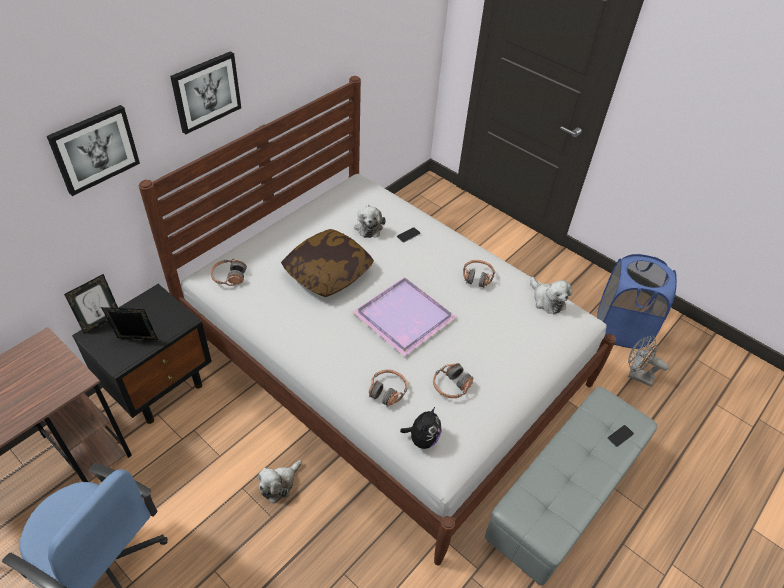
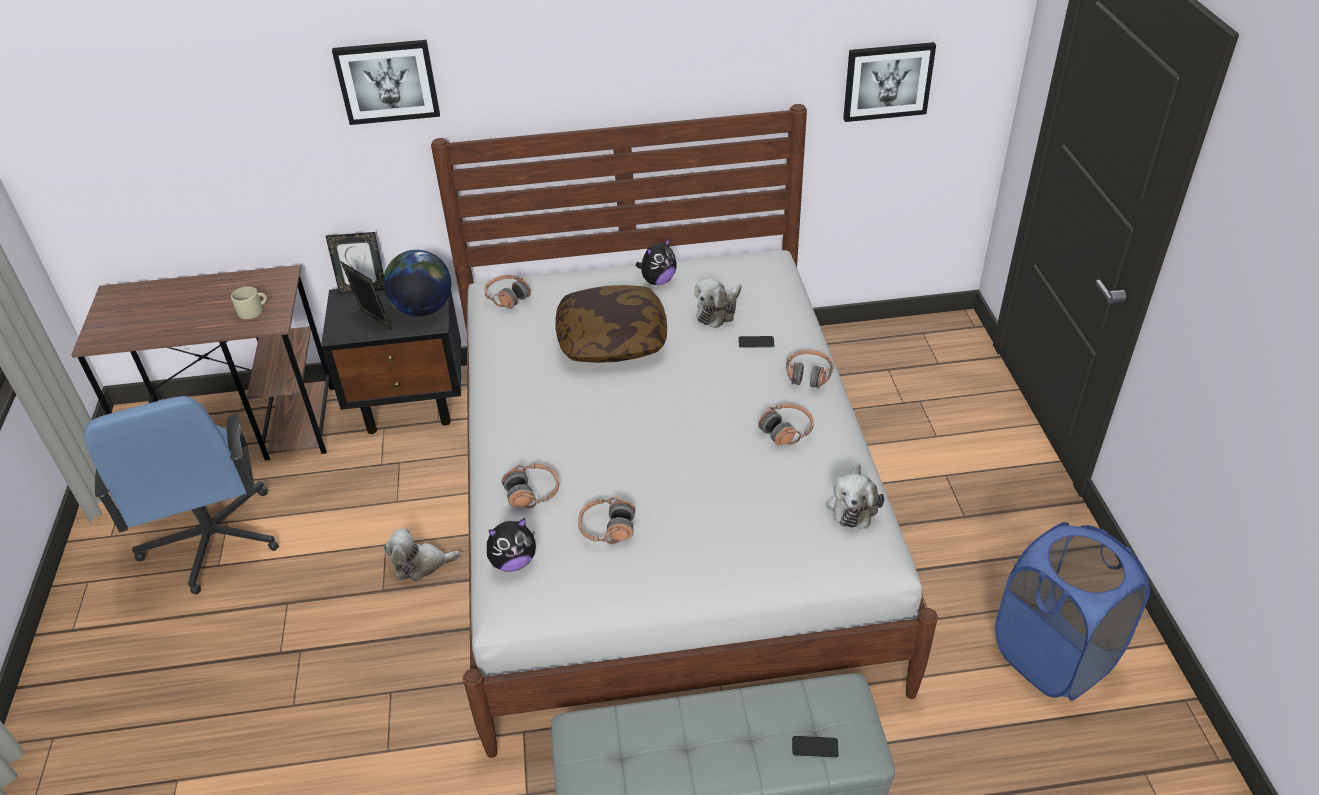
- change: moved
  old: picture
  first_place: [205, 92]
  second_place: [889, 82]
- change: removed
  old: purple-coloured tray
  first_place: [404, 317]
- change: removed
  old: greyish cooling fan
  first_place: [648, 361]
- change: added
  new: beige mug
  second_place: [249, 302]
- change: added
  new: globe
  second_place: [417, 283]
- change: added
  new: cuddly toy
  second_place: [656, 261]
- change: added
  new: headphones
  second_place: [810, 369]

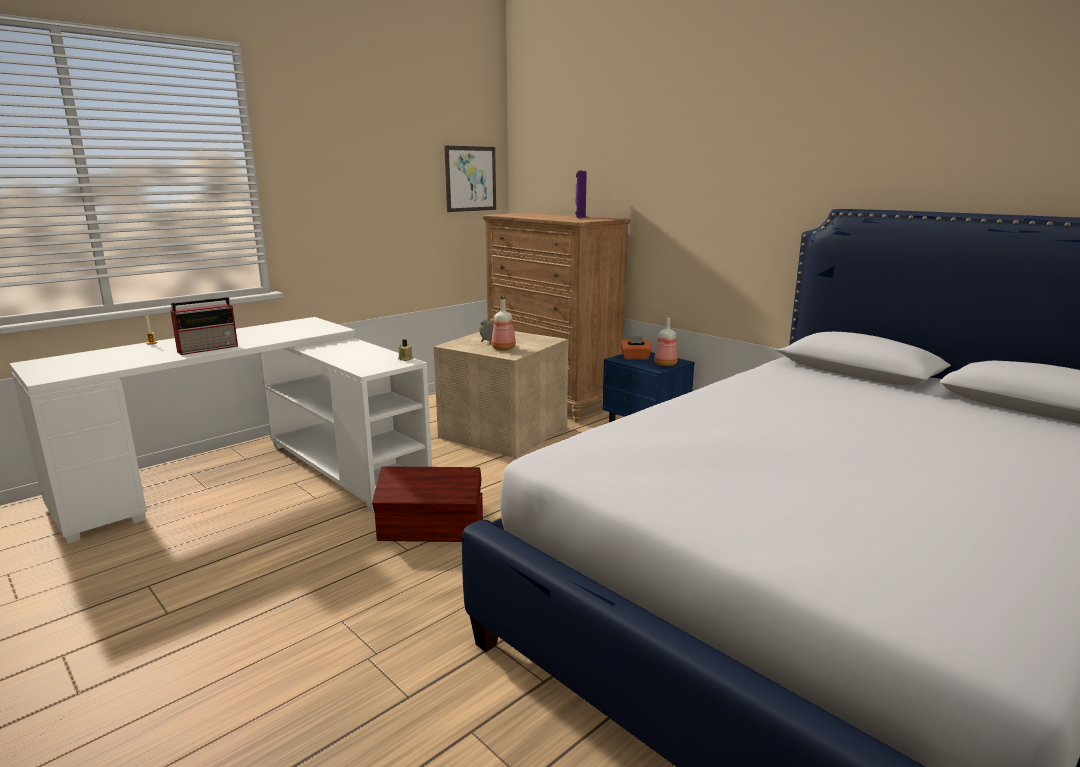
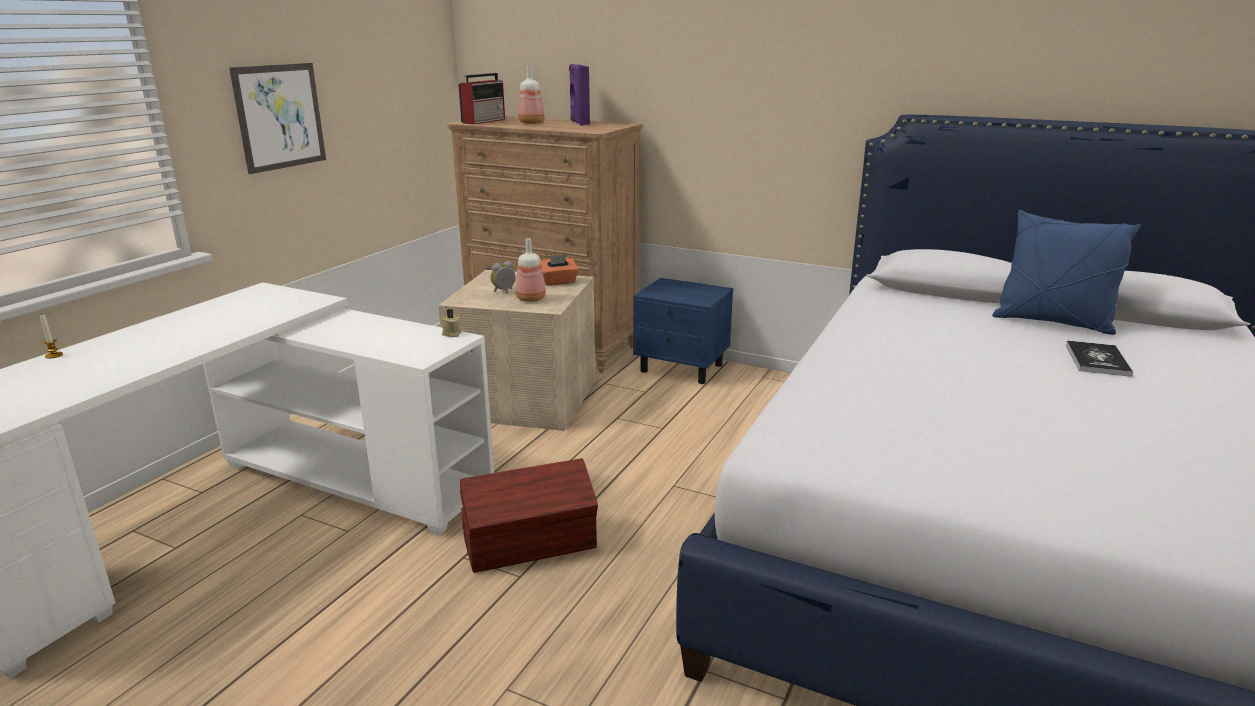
- change: moved
  old: radio set
  first_place: [204, 326]
  second_place: [481, 98]
- change: moved
  old: picture
  first_place: [470, 179]
  second_place: [277, 118]
- change: moved
  old: orange tissue holder
  first_place: [636, 348]
  second_place: [560, 270]
- change: moved
  old: drink bottle
  first_place: [666, 342]
  second_place: [531, 95]
- change: added
  new: blue-coloured pillow
  second_place: [1066, 272]
- change: added
  new: bound book
  second_place: [1099, 359]

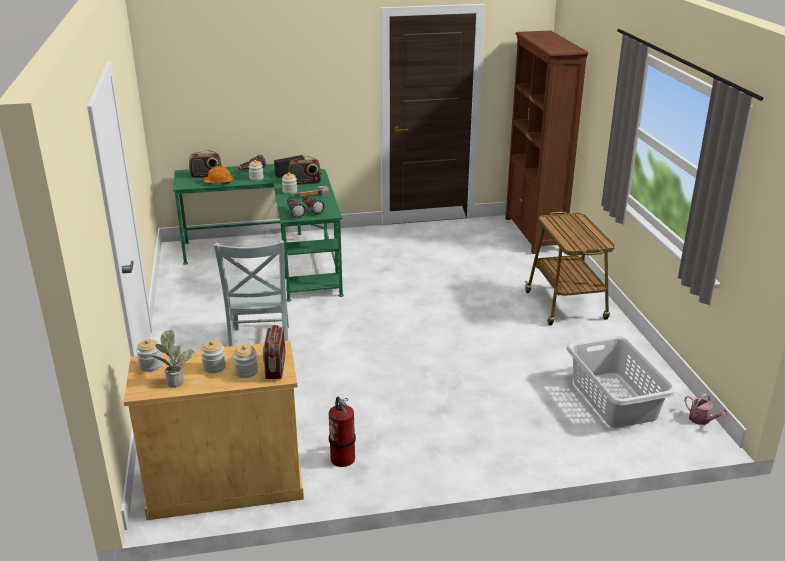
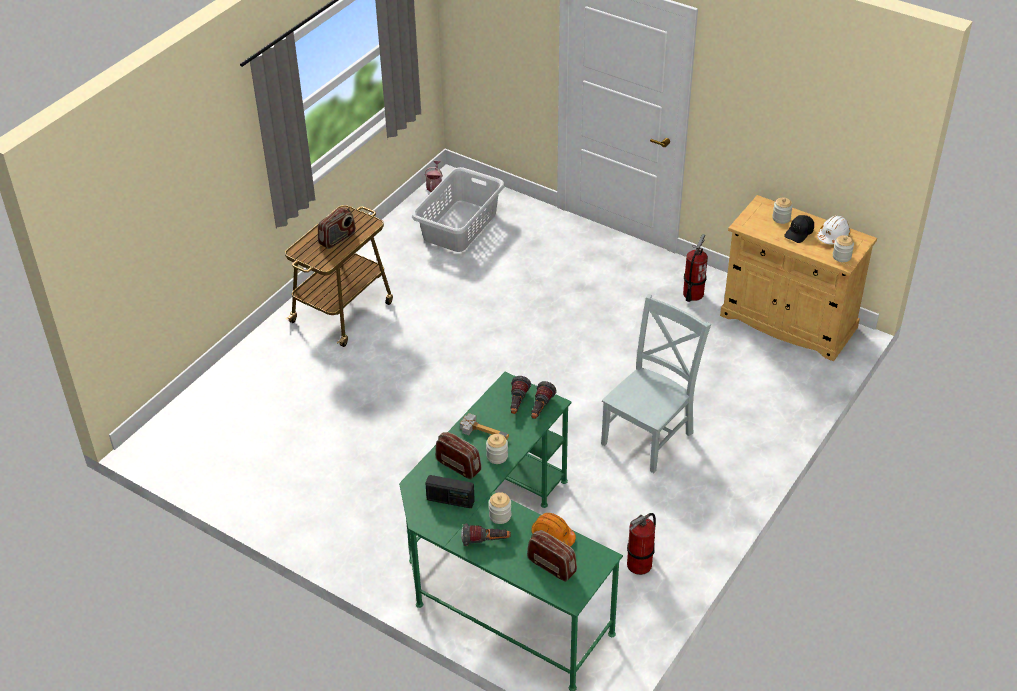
- change: replaced
  old: houseplant
  new: whitish safety helmet
  first_place: [172, 359]
  second_place: [834, 229]
- change: replaced
  old: jar
  new: black-coloured cap
  first_place: [213, 356]
  second_place: [799, 229]
- change: moved
  old: radio set
  first_place: [274, 352]
  second_place: [337, 228]
- change: removed
  old: brown-coloured shelving unit
  first_place: [546, 142]
- change: added
  new: fire-fighting cylinder
  second_place: [641, 544]

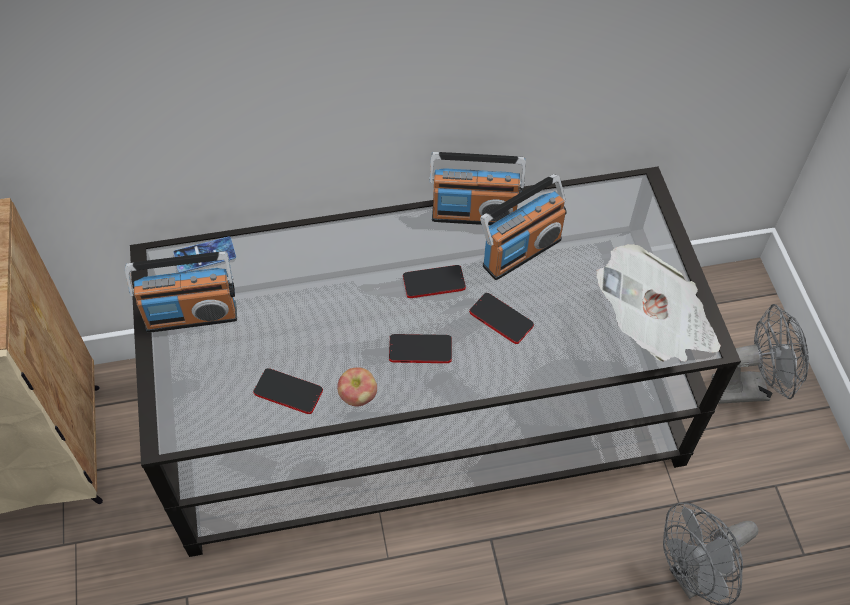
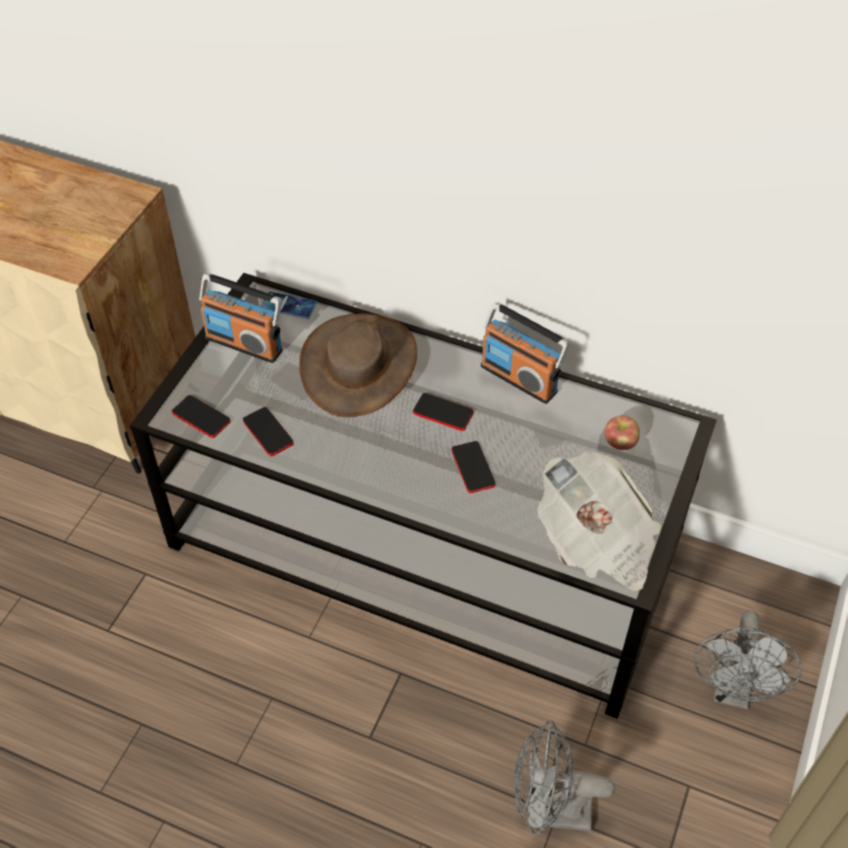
- change: moved
  old: apple fruit
  first_place: [357, 387]
  second_place: [622, 432]
- change: moved
  old: handset
  first_place: [420, 348]
  second_place: [201, 416]
- change: removed
  old: radio set
  first_place: [523, 227]
- change: turned
  old: greyish cooling fan
  first_place: [760, 354]
  second_place: [748, 659]
  degrees: 75
- change: added
  new: brown-coloured clothing hat
  second_place: [358, 365]

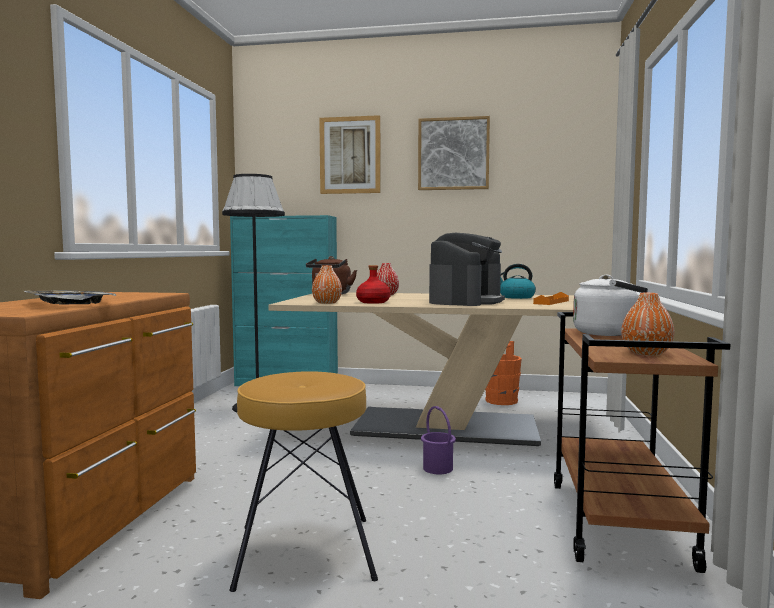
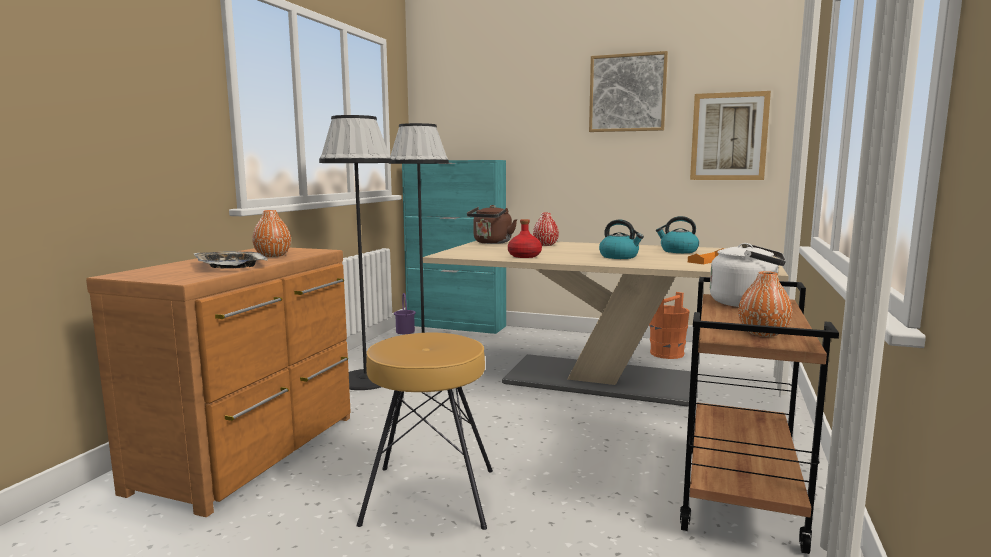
- change: moved
  old: orange vase
  first_place: [327, 284]
  second_place: [271, 233]
- change: moved
  old: picture
  first_place: [349, 154]
  second_place: [730, 135]
- change: moved
  old: purple-coloured bucket
  first_place: [438, 440]
  second_place: [405, 313]
- change: replaced
  old: coffee maker
  new: tea kettle
  first_place: [467, 269]
  second_place: [621, 239]
- change: added
  new: black-coloured standard lamp
  second_place: [355, 252]

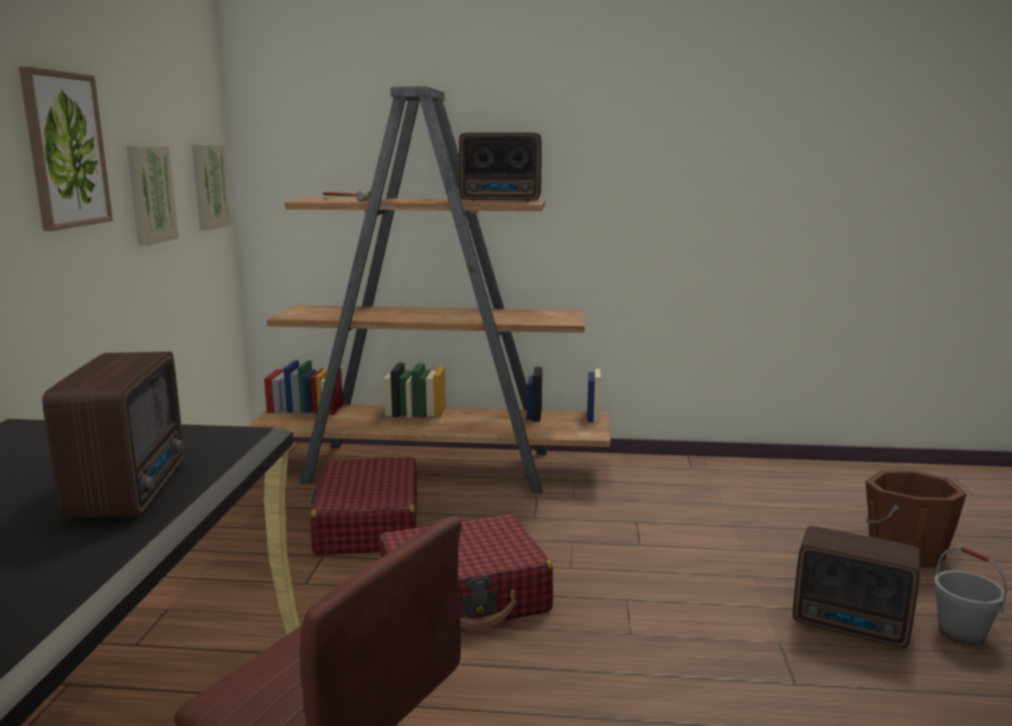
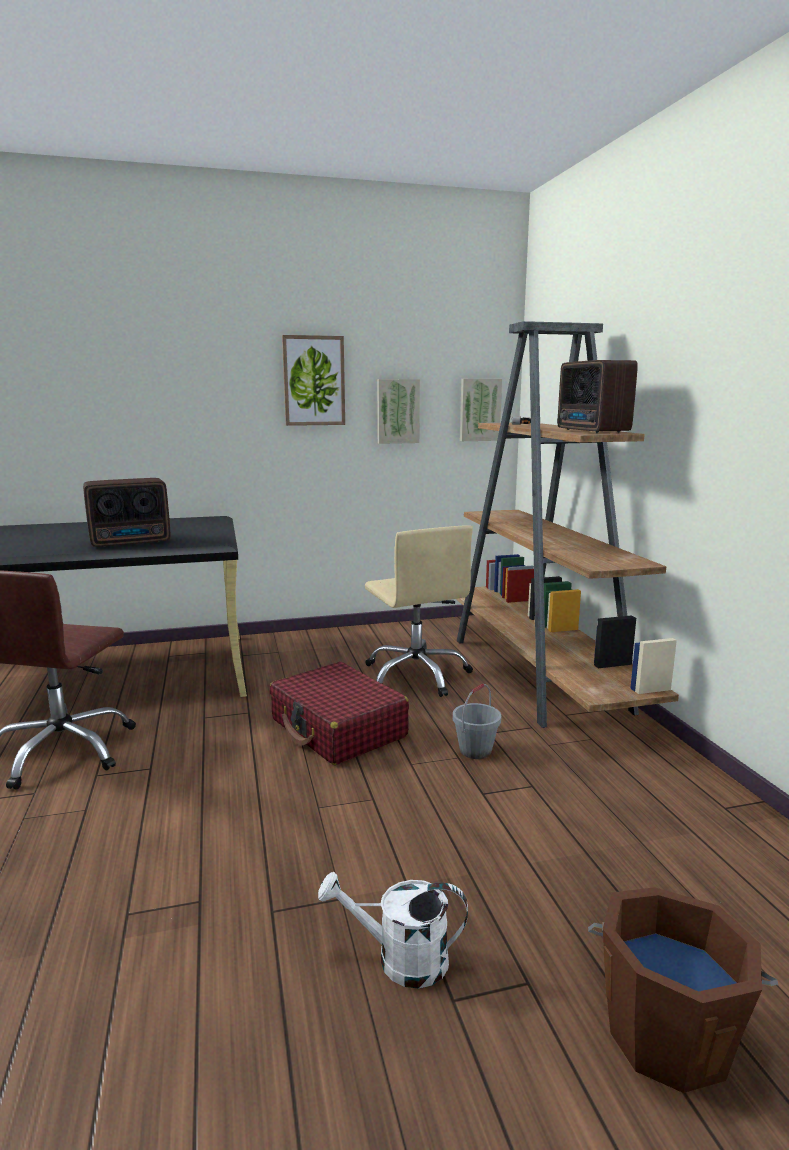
- change: replaced
  old: red suitcase
  new: beige office chair
  first_place: [364, 506]
  second_place: [419, 611]
- change: replaced
  old: radio set
  new: whitish watering can
  first_place: [857, 587]
  second_place: [393, 930]
- change: moved
  old: greyish bucket
  first_place: [970, 596]
  second_place: [476, 721]

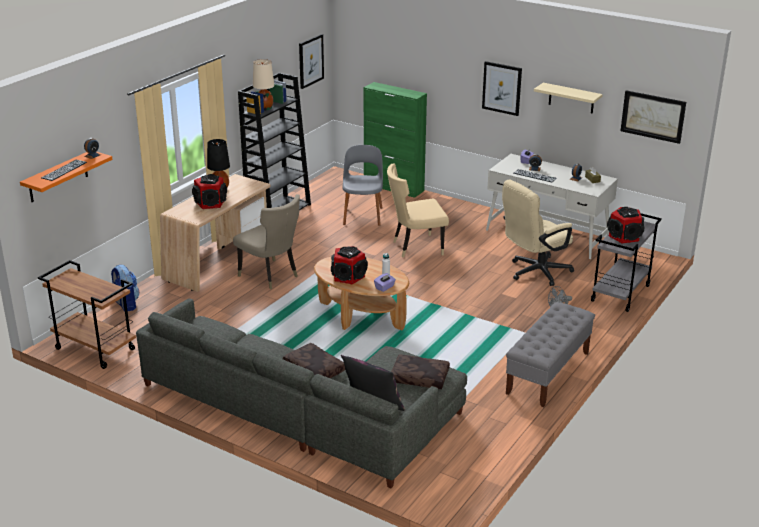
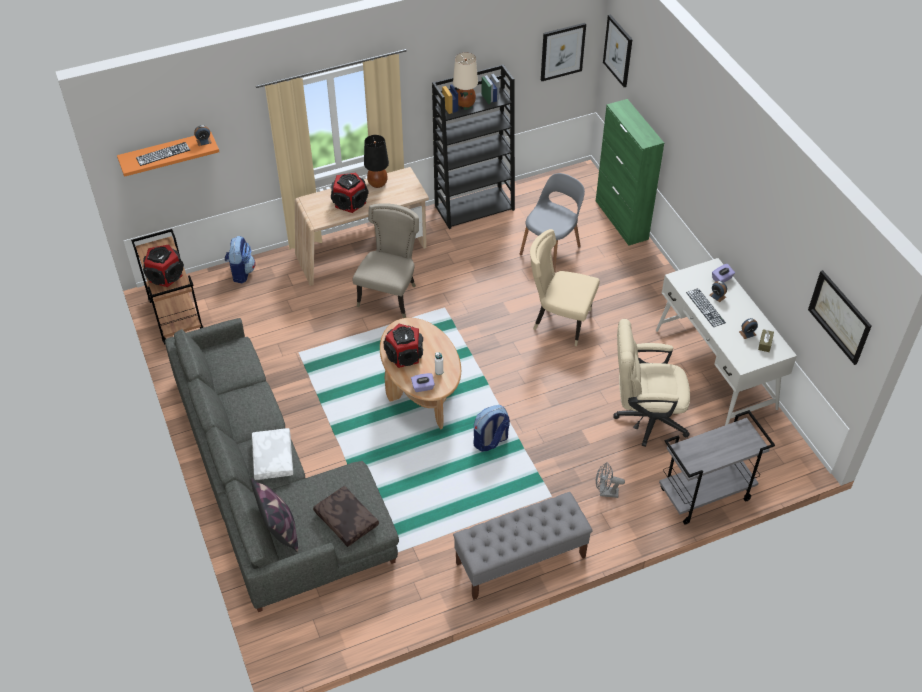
- change: turned
  old: beige chair
  first_place: [266, 241]
  second_place: [386, 260]
  degrees: -150
- change: recoloured
  old: brown-coloured pillow
  new: whitish pillow
  first_place: [314, 360]
  second_place: [272, 454]
- change: moved
  old: picture
  first_place: [502, 88]
  second_place: [618, 50]
- change: removed
  old: beige wall shelf
  first_place: [568, 98]
- change: moved
  old: audio speaker
  first_place: [626, 225]
  second_place: [163, 265]
- change: added
  new: knapsack
  second_place: [491, 428]

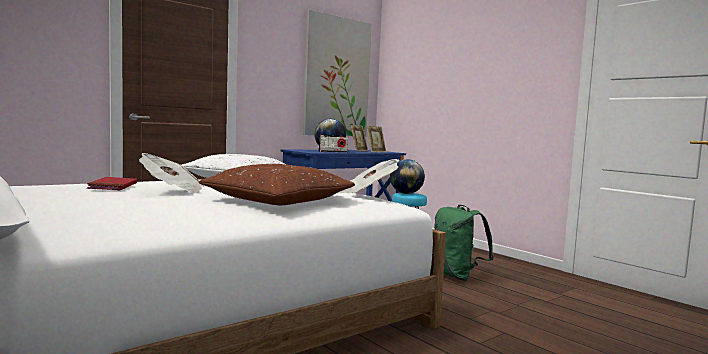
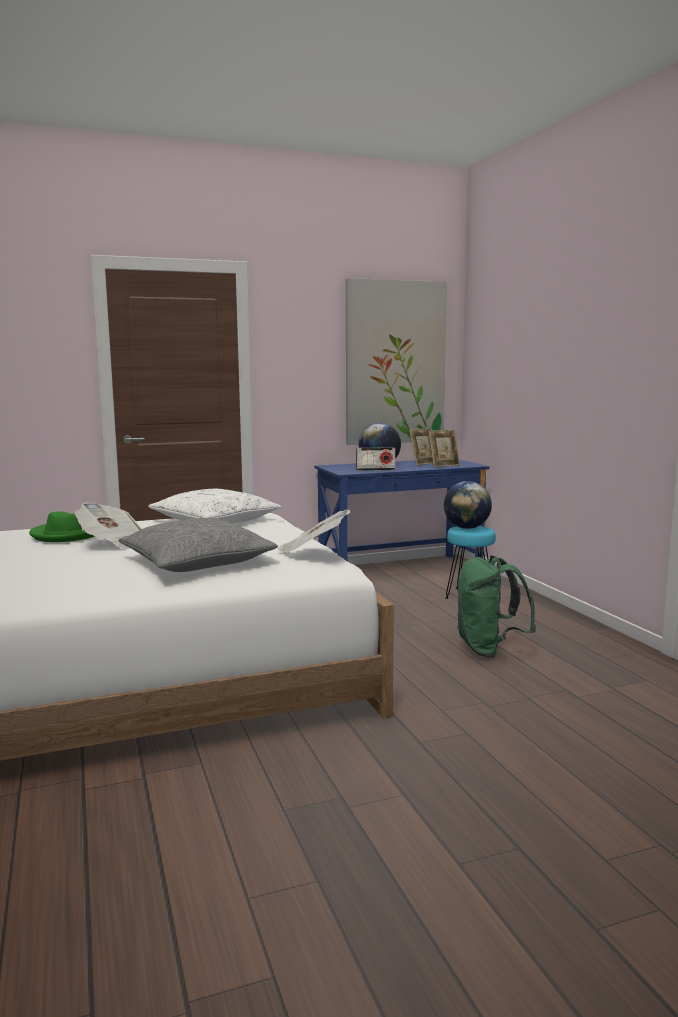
- change: replaced
  old: red bound book
  new: greenish clothing hat
  first_place: [112, 183]
  second_place: [61, 526]
- change: recoloured
  old: brown-coloured pillow
  new: greyish pillow
  first_place: [277, 184]
  second_place: [198, 545]

